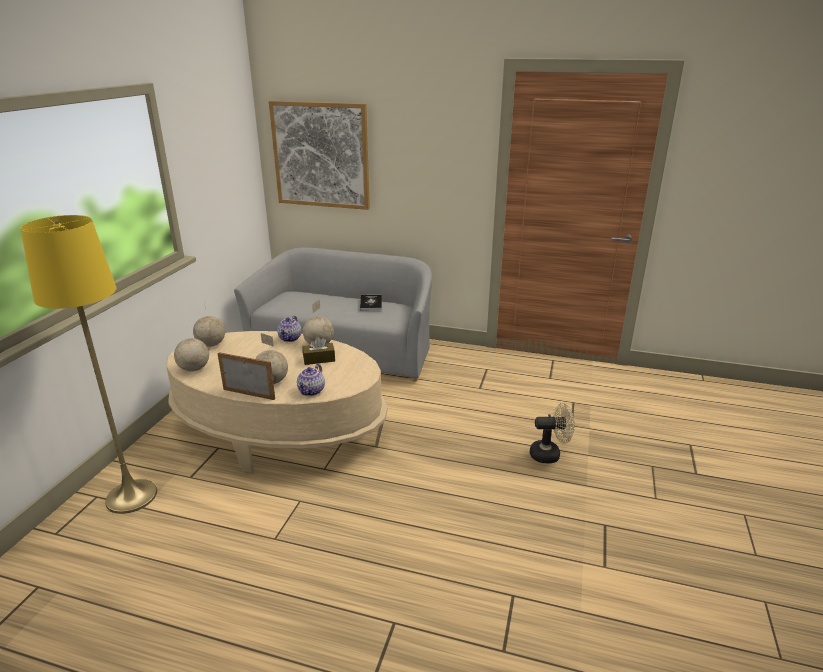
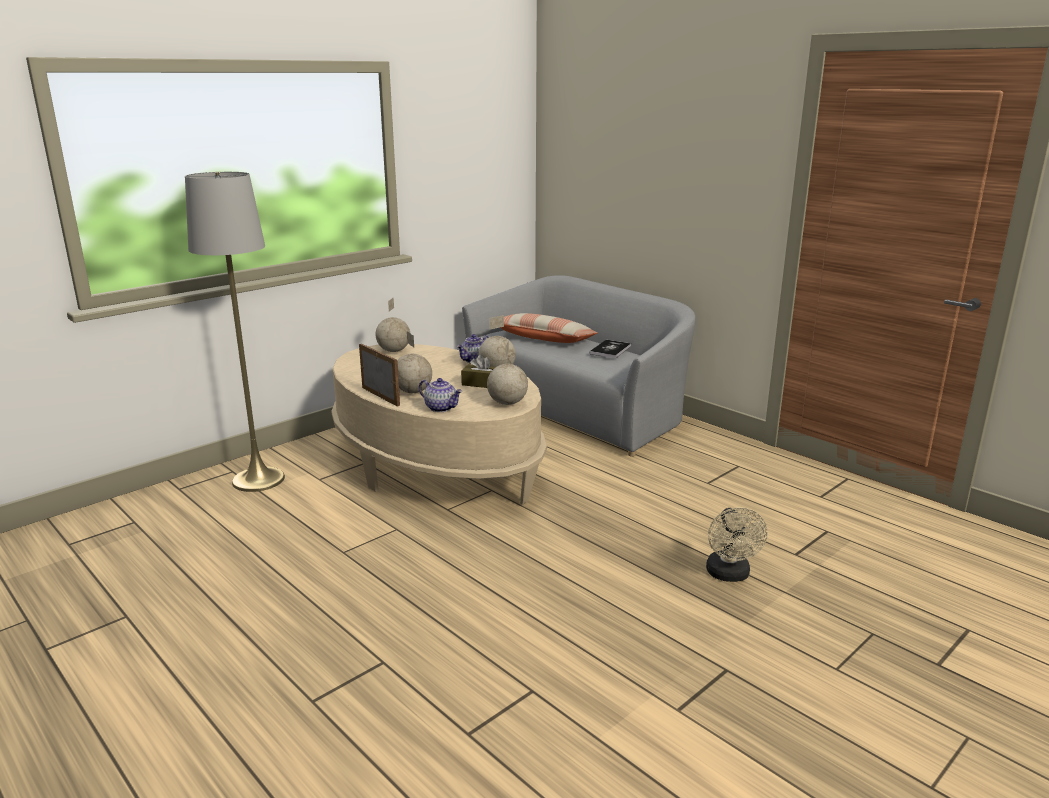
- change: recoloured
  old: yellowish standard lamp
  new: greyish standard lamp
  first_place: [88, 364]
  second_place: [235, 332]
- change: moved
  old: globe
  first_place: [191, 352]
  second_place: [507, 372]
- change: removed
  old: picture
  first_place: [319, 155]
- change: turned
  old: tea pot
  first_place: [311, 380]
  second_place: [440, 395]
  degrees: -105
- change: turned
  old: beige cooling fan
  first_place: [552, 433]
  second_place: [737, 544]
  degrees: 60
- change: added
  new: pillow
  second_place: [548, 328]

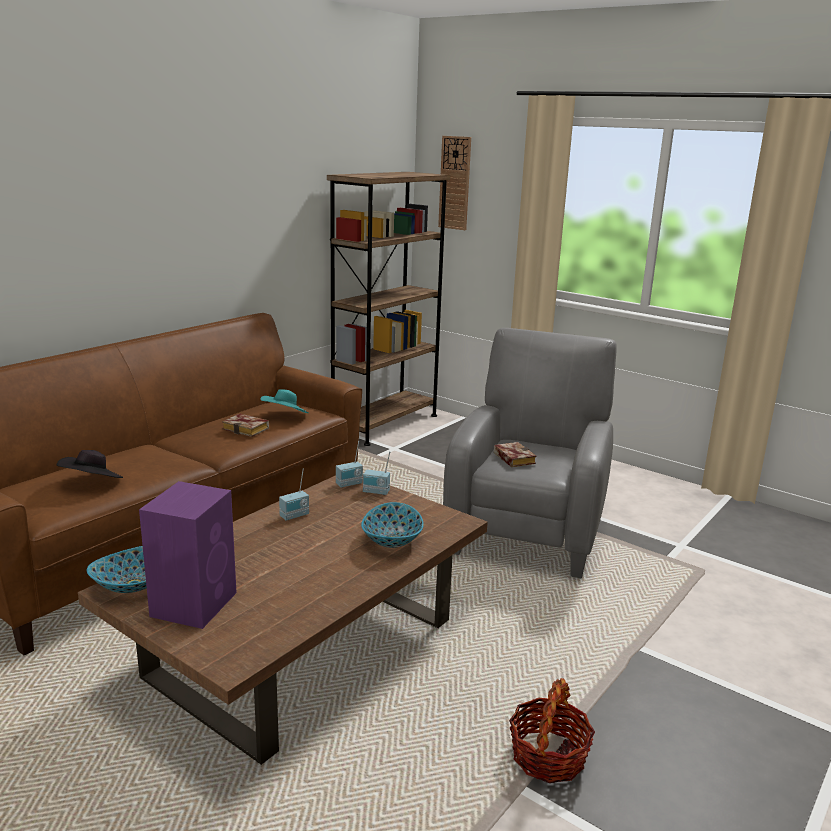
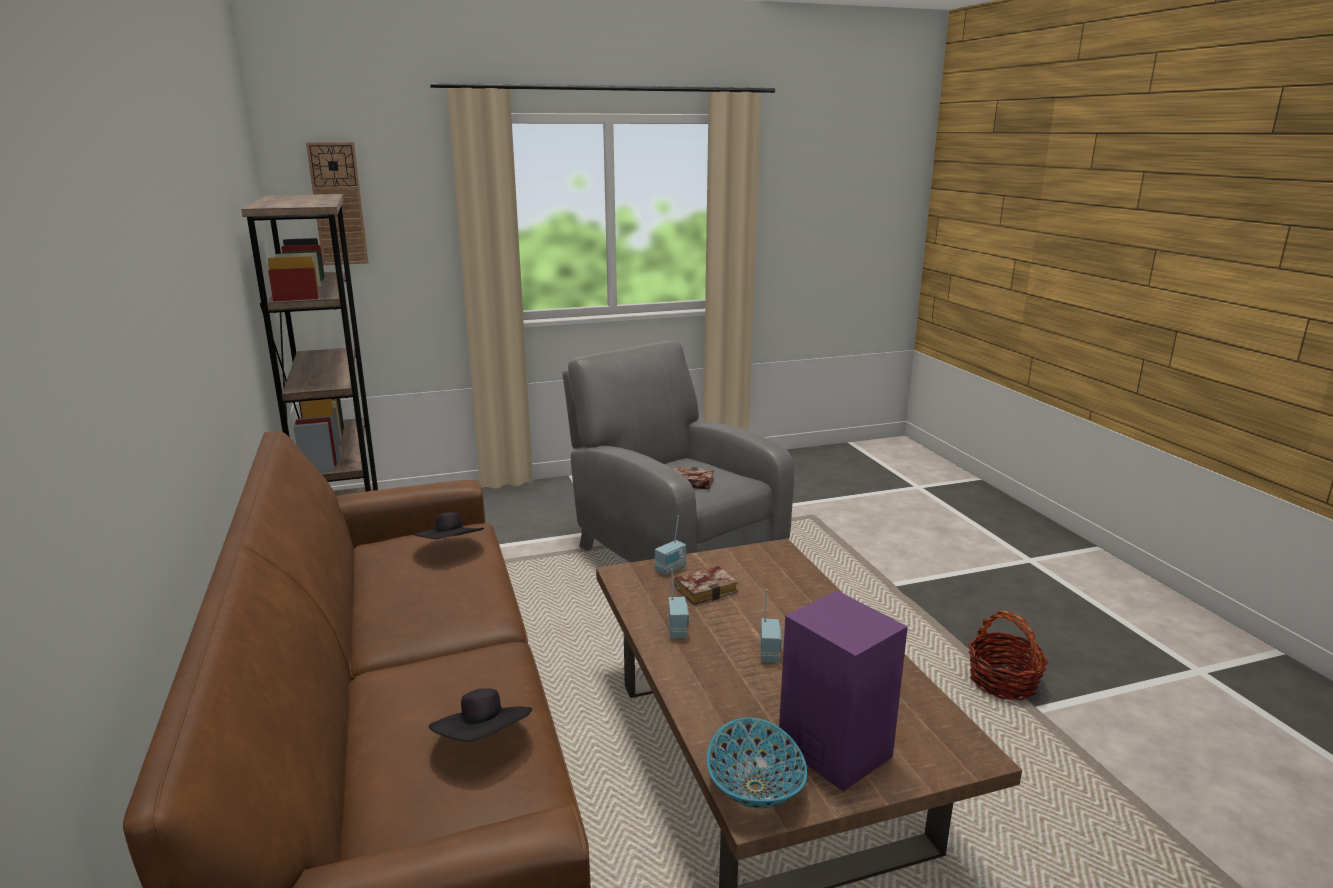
- change: moved
  old: bound book
  first_place: [245, 425]
  second_place: [706, 585]
- change: recoloured
  old: turquoise-coloured clothing hat
  new: black-coloured clothing hat
  first_place: [284, 401]
  second_place: [448, 525]
- change: moved
  old: radio set
  first_place: [349, 464]
  second_place: [771, 626]
- change: removed
  old: serving bowl
  first_place: [392, 525]

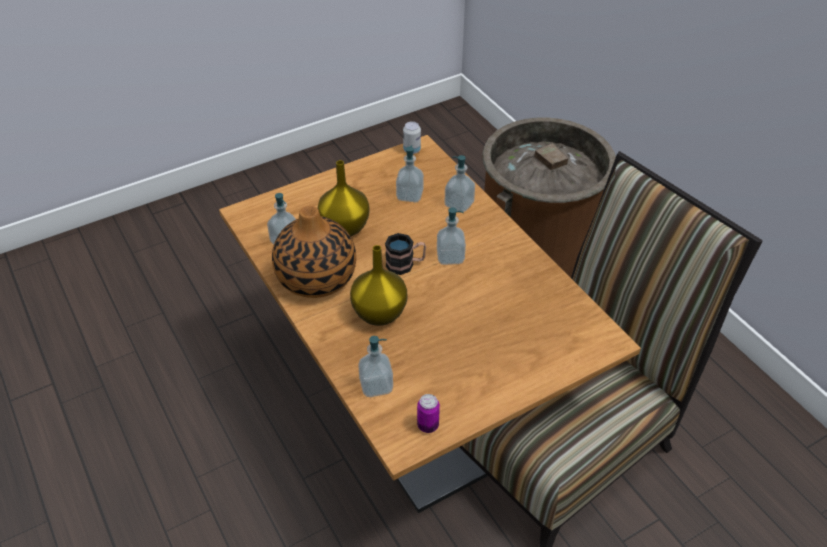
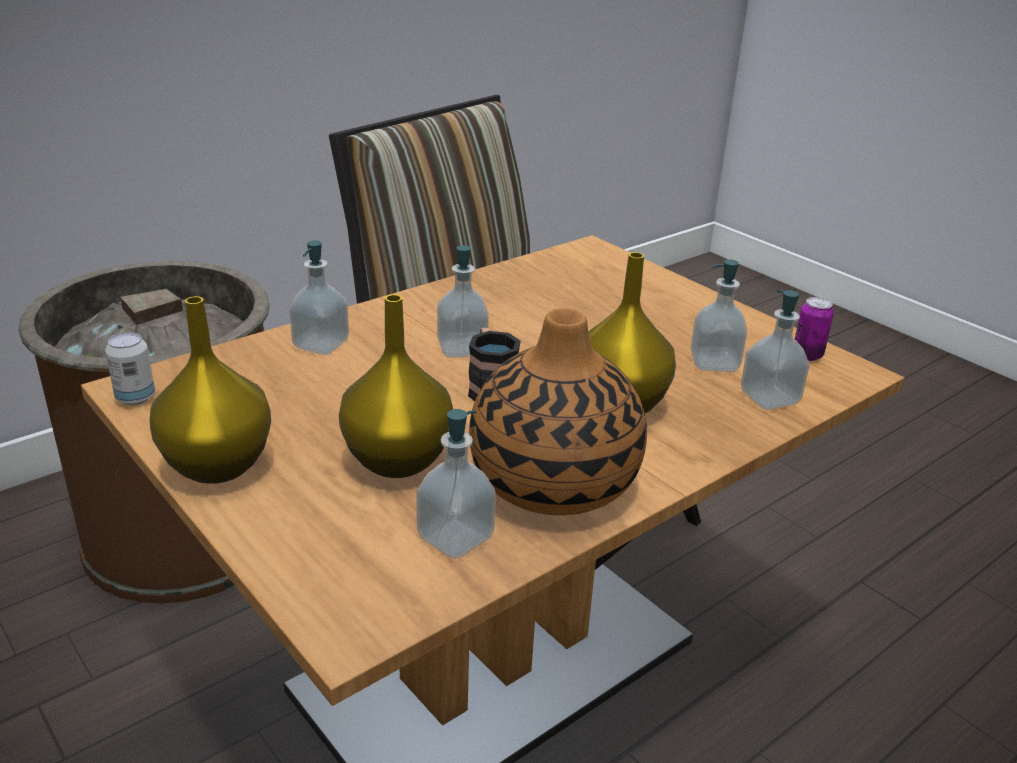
- change: moved
  old: liquid soap bottle
  first_place: [410, 173]
  second_place: [719, 315]
- change: added
  new: yellowish vase
  second_place: [210, 390]

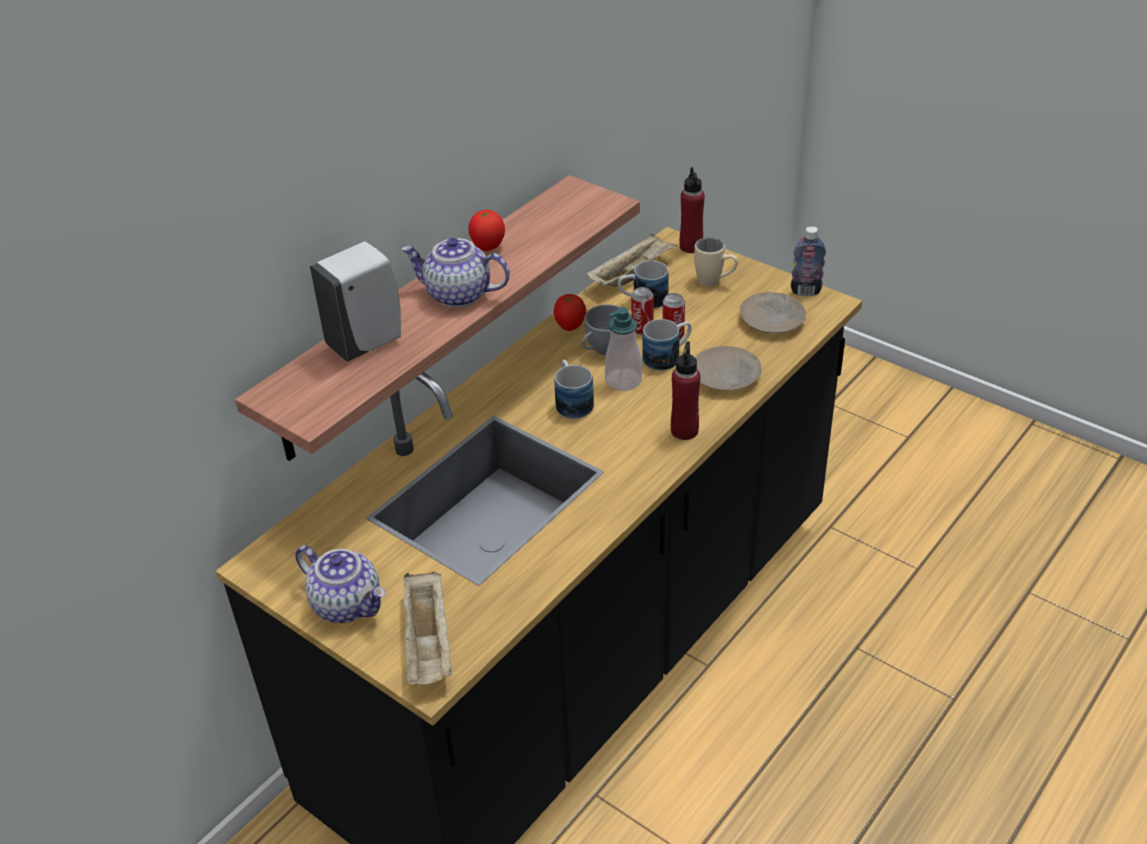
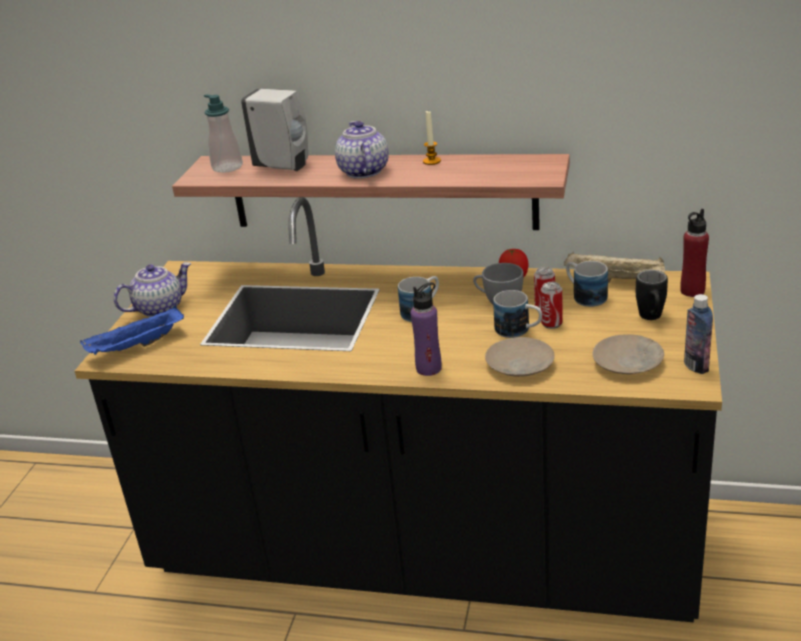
- change: turned
  old: tea pot
  first_place: [340, 584]
  second_place: [152, 289]
  degrees: -135
- change: recoloured
  old: beige tray
  new: blue-coloured tray
  first_place: [427, 628]
  second_place: [132, 330]
- change: replaced
  old: tomato
  new: candle
  first_place: [486, 230]
  second_place: [432, 138]
- change: moved
  old: liquid soap bottle
  first_place: [623, 349]
  second_place: [223, 133]
- change: recoloured
  old: red drink bottle
  new: purple-coloured drink bottle
  first_place: [686, 390]
  second_place: [426, 329]
- change: recoloured
  old: beige mug
  new: black-coloured mug
  first_place: [716, 262]
  second_place: [652, 295]

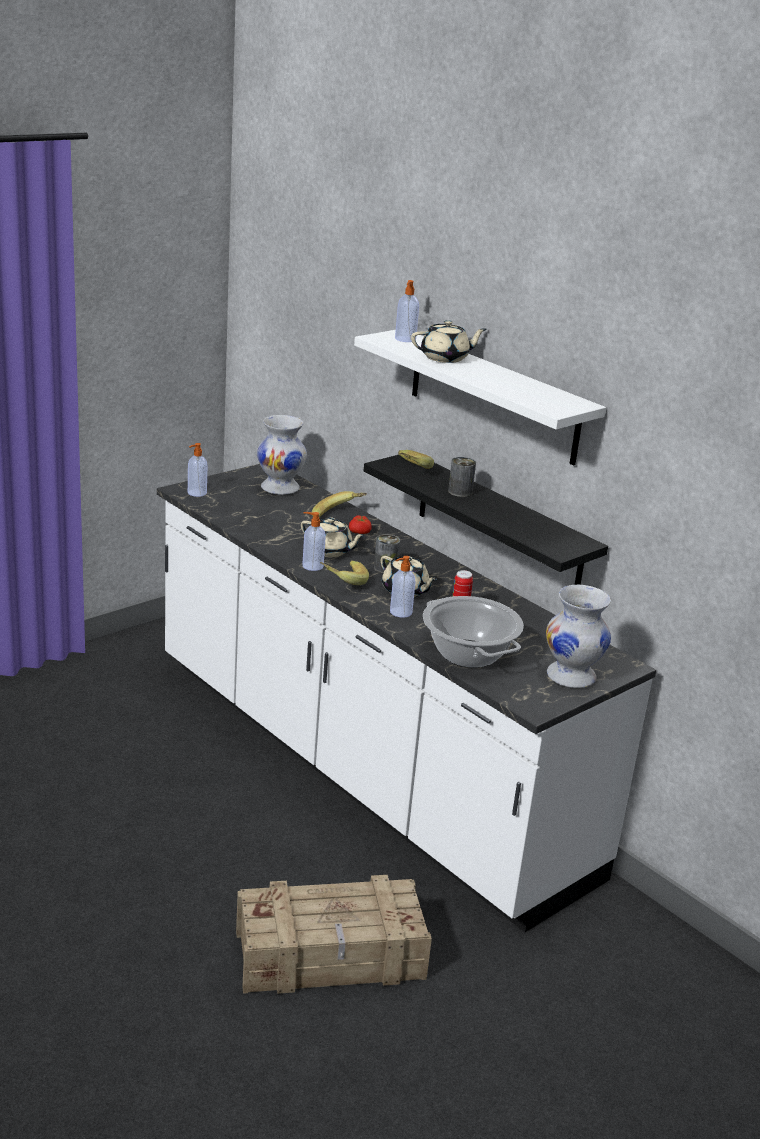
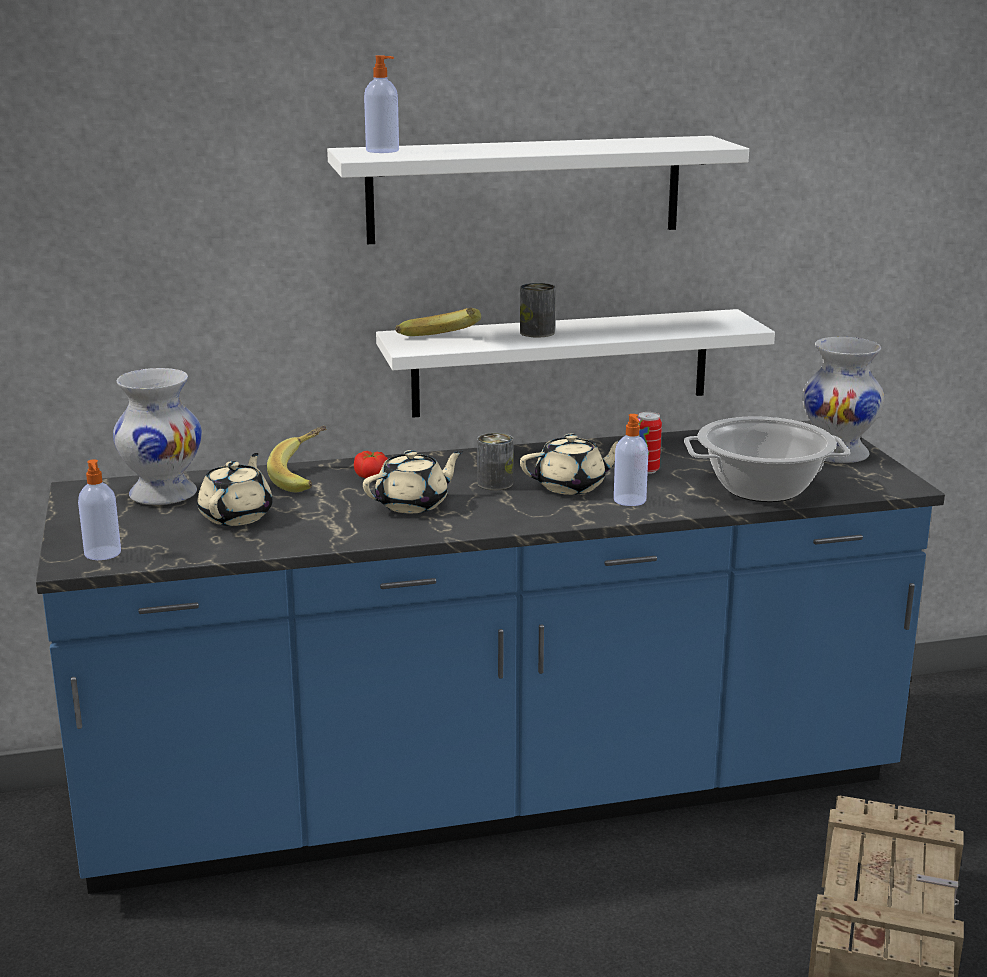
- change: recoloured
  old: whitish counter
  new: blue-coloured counter
  first_place: [406, 698]
  second_place: [490, 657]
- change: removed
  old: liquid soap bottle
  first_place: [314, 541]
- change: removed
  old: banana
  first_place: [344, 572]
- change: recoloured
  old: black-coloured wall shelf
  new: whitish wall shelf
  first_place: [486, 520]
  second_place: [575, 363]
- change: moved
  old: beige tea pot
  first_place: [449, 341]
  second_place: [235, 489]

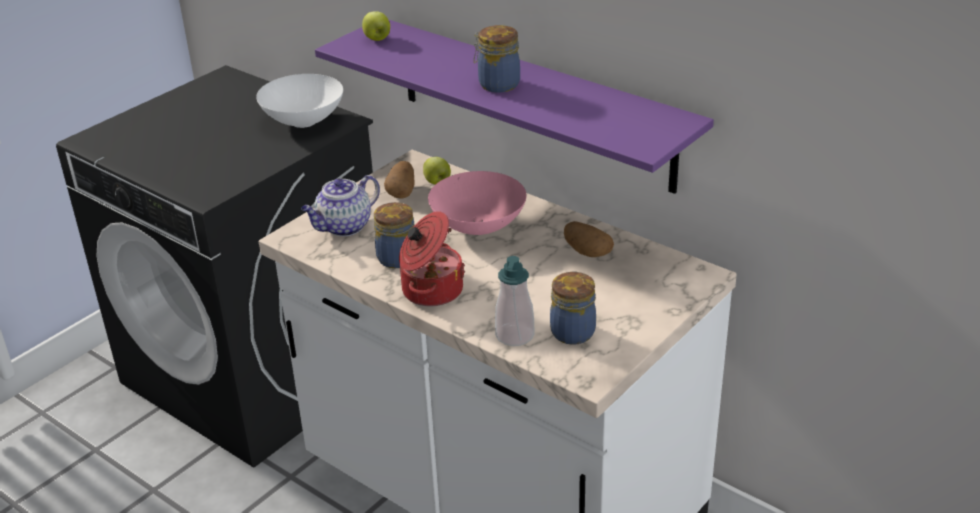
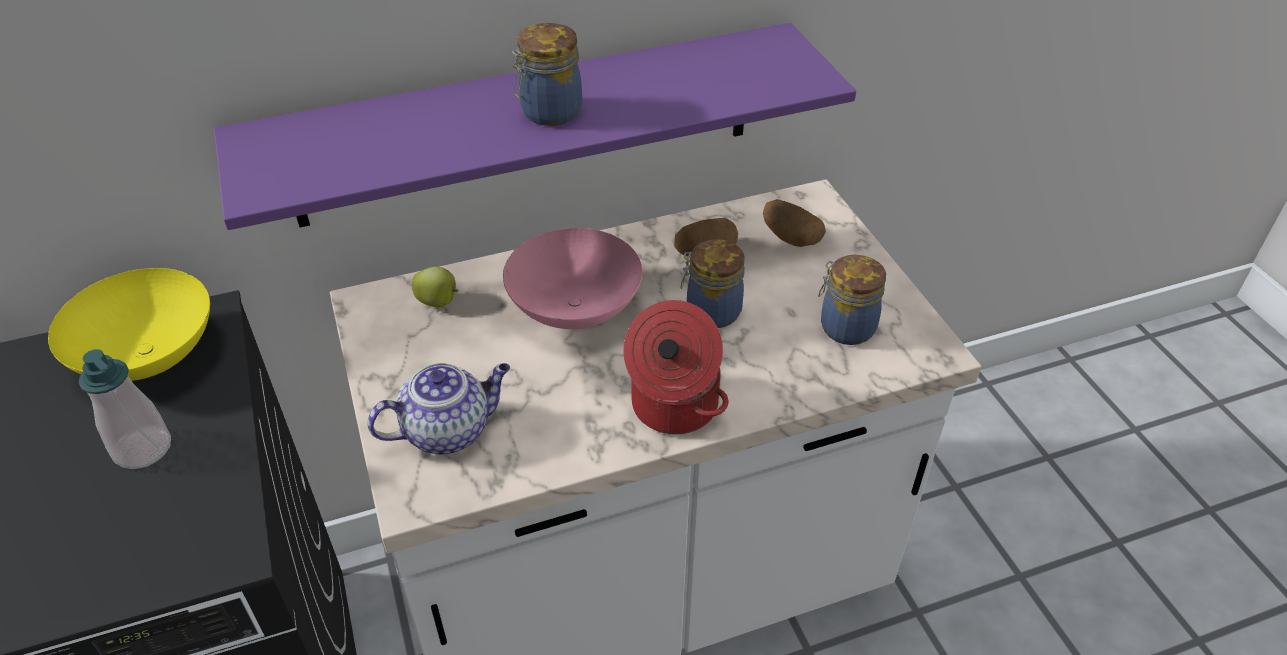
- change: recoloured
  old: whitish serving bowl
  new: yellowish serving bowl
  first_place: [299, 101]
  second_place: [129, 324]
- change: turned
  old: tea pot
  first_place: [340, 205]
  second_place: [438, 409]
  degrees: -105
- change: removed
  old: apple fruit
  first_place: [376, 26]
- change: moved
  old: jar
  first_place: [394, 235]
  second_place: [713, 283]
- change: moved
  old: potato
  first_place: [399, 180]
  second_place: [794, 223]
- change: moved
  old: liquid soap bottle
  first_place: [514, 301]
  second_place: [125, 409]

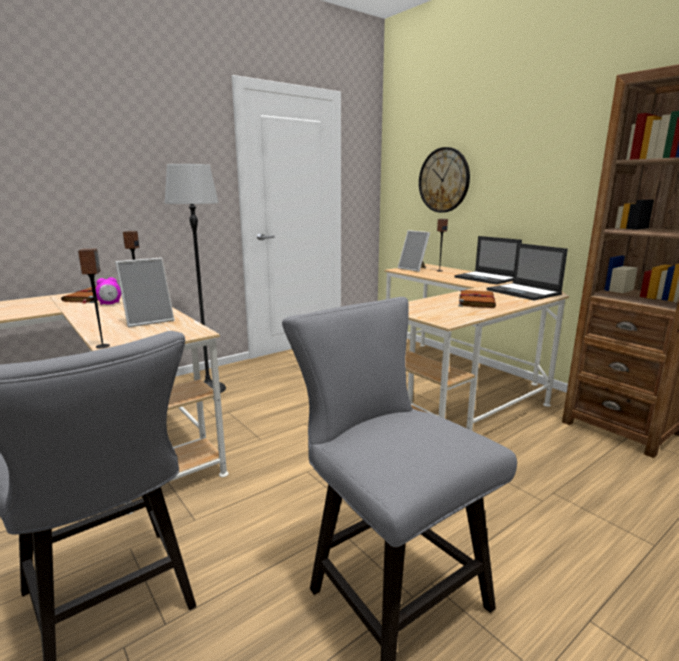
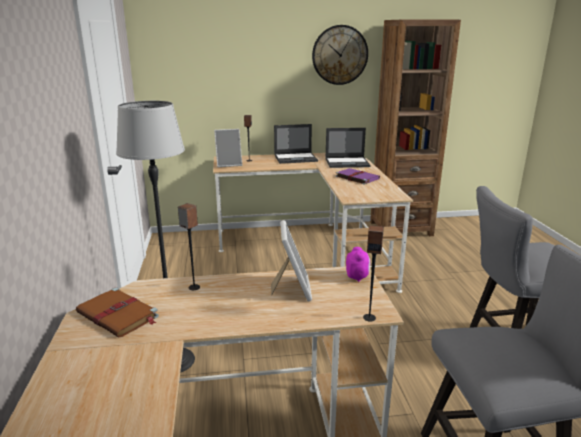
- change: moved
  old: table clock
  first_place: [108, 291]
  second_place: [358, 264]
- change: moved
  old: clock on the wall
  first_place: [444, 180]
  second_place: [340, 55]
- change: recoloured
  old: brown-coloured bound book
  new: purple-coloured bound book
  first_place: [477, 298]
  second_place: [357, 176]

